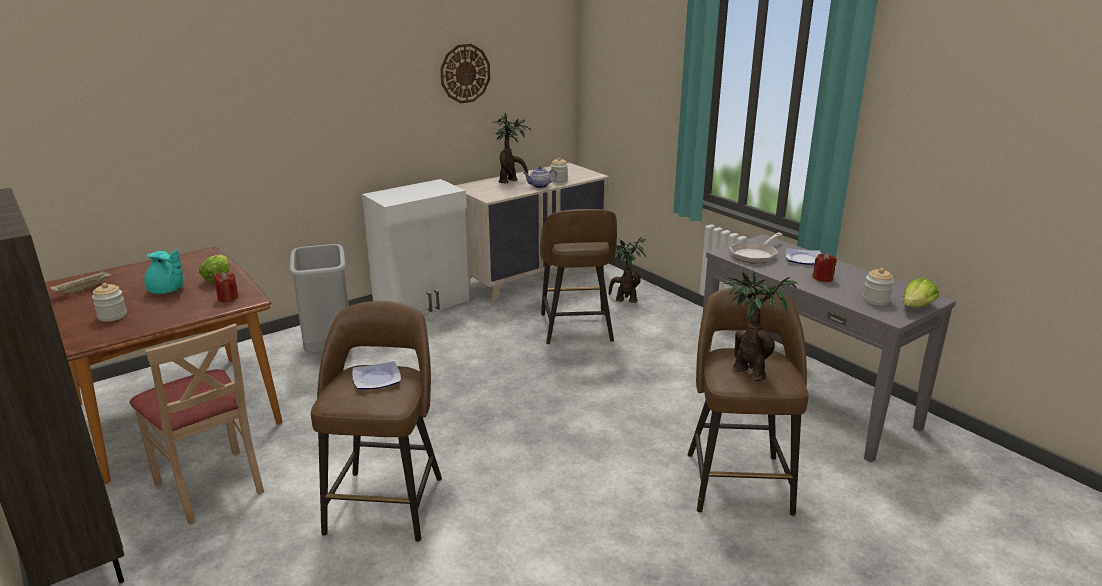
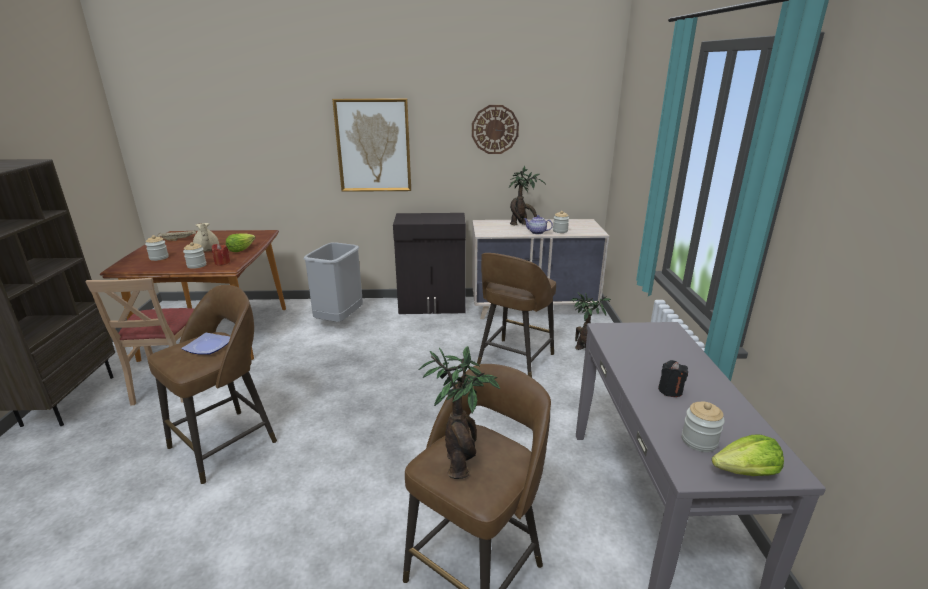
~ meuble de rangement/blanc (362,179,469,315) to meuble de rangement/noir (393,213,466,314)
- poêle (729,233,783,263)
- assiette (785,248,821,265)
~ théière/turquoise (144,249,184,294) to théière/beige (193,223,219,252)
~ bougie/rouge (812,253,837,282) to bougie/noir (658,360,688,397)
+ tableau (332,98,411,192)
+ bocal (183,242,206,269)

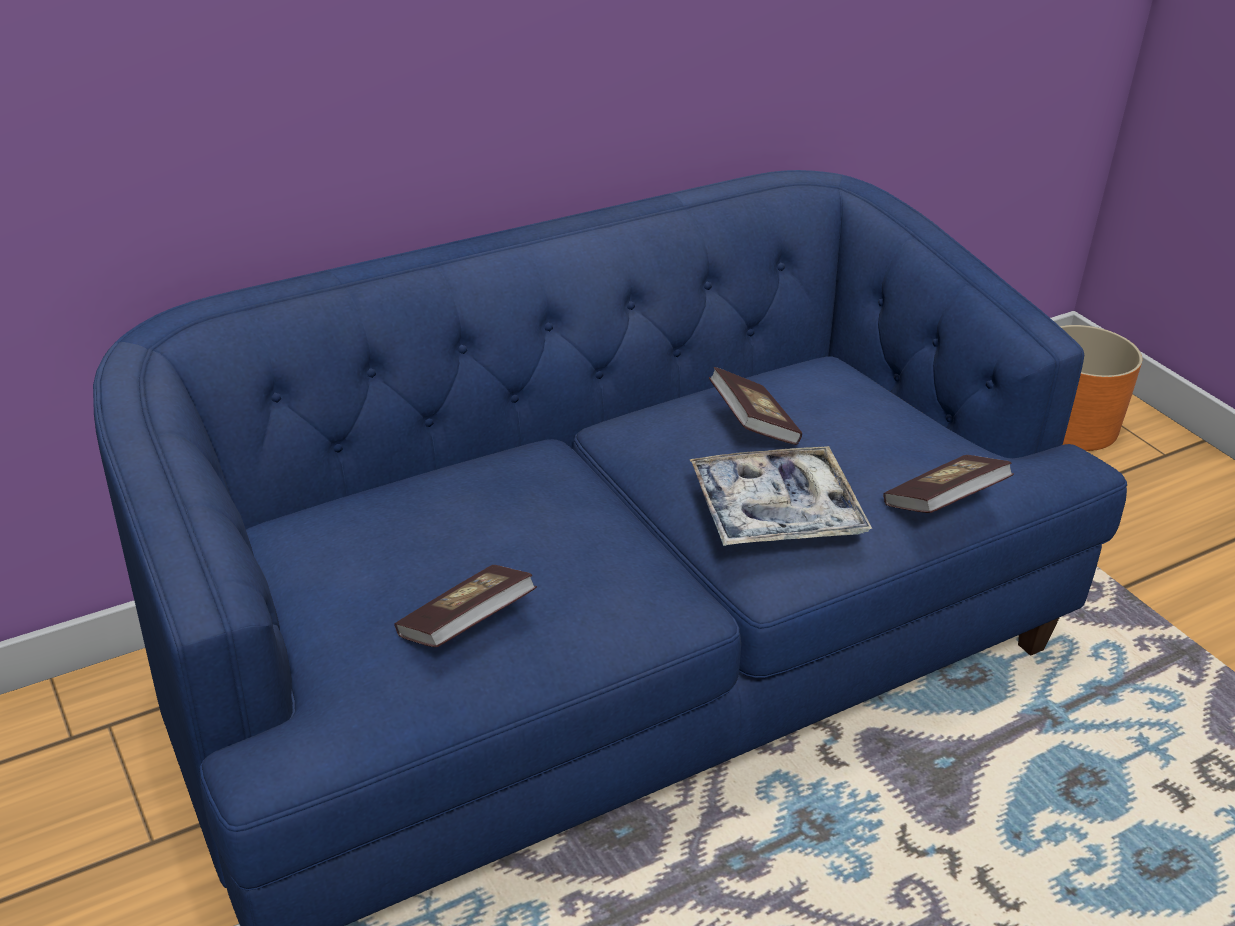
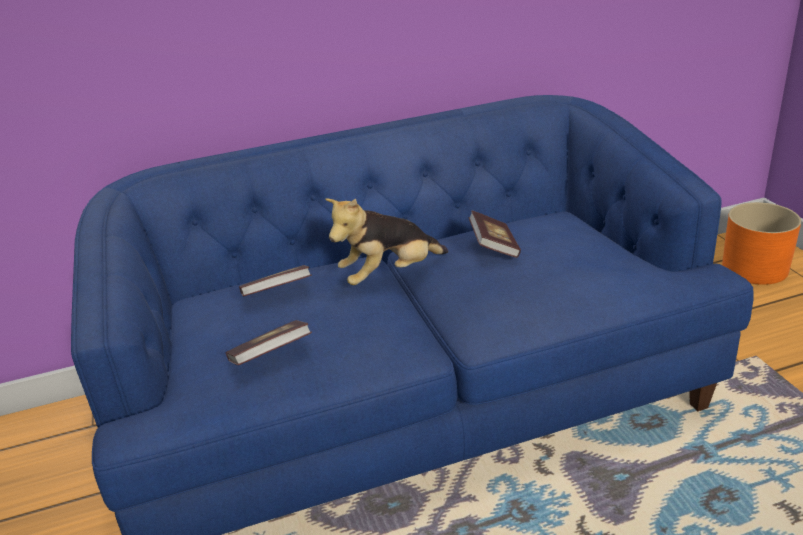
- plateau (689,446,872,546)
~ livre (883,455,1014,513) to (239,265,312,296)
+ peluche (325,198,449,285)

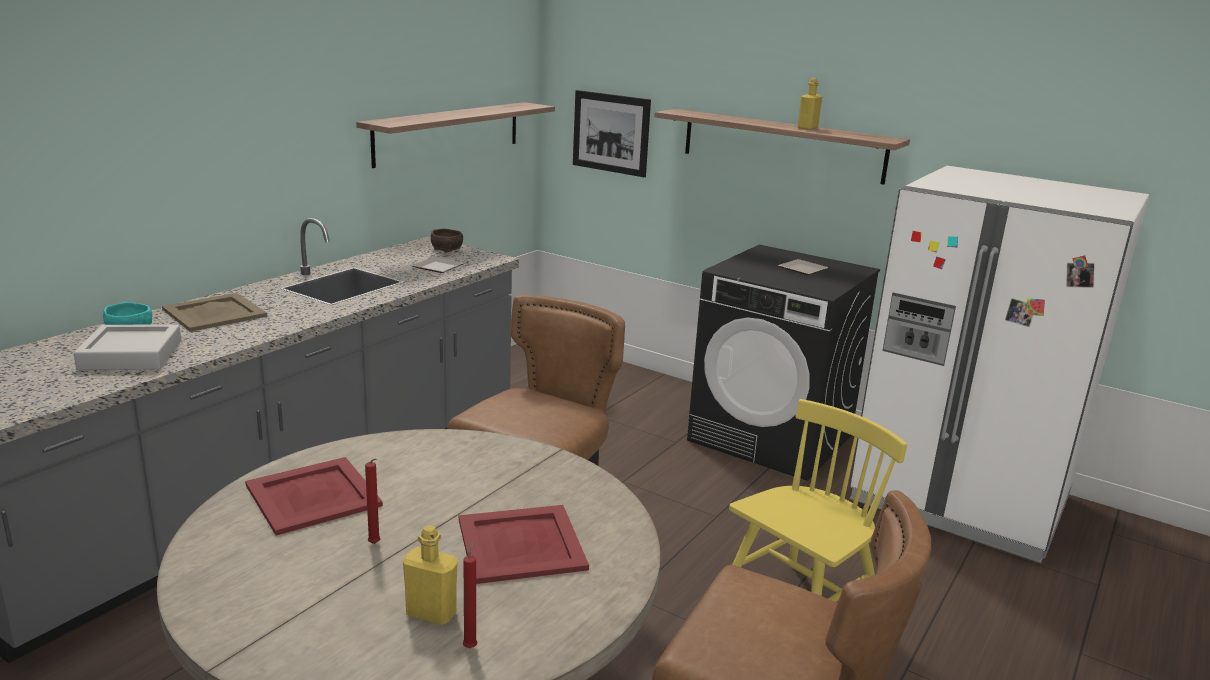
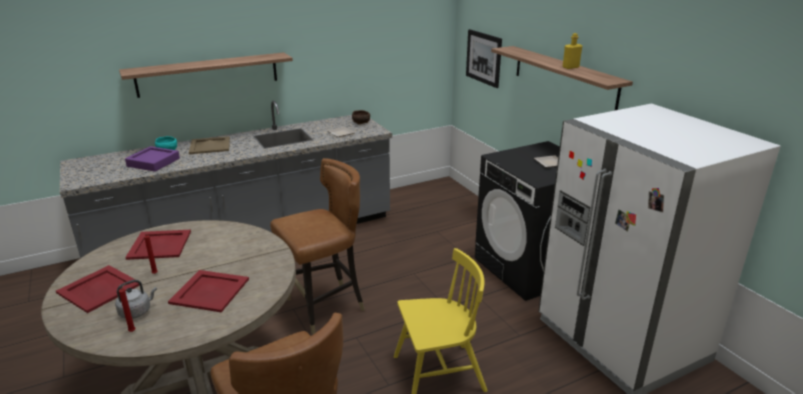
~ étagère (356,102,555,168) to (119,52,293,98)
~ plateau/gris (74,324,181,370) to plateau/violet (125,146,180,172)
~ bouteille/jaune (403,525,458,625) to bouilloire/gris (115,280,157,319)
+ plateau/rouge (56,265,140,313)

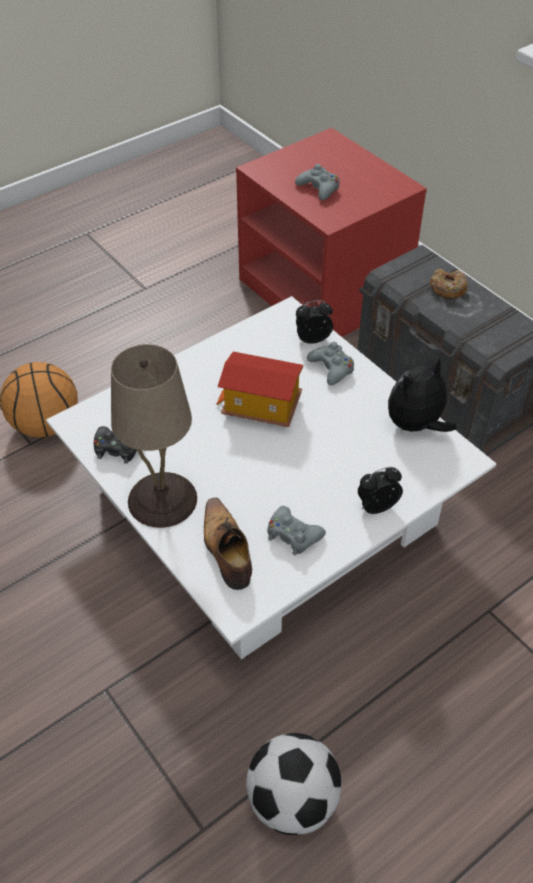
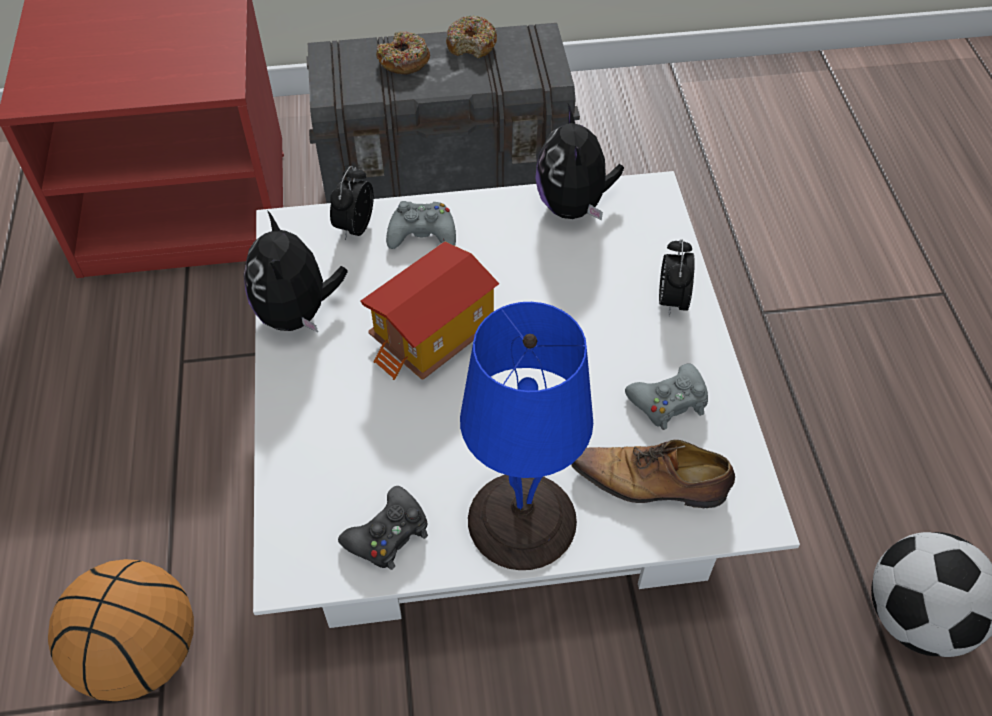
- manette/gris (295,164,340,200)
~ lampe de table/beige (111,344,197,528) to lampe de table/bleu (460,302,593,570)
+ beignet (446,15,497,58)
+ peluche (244,210,348,332)

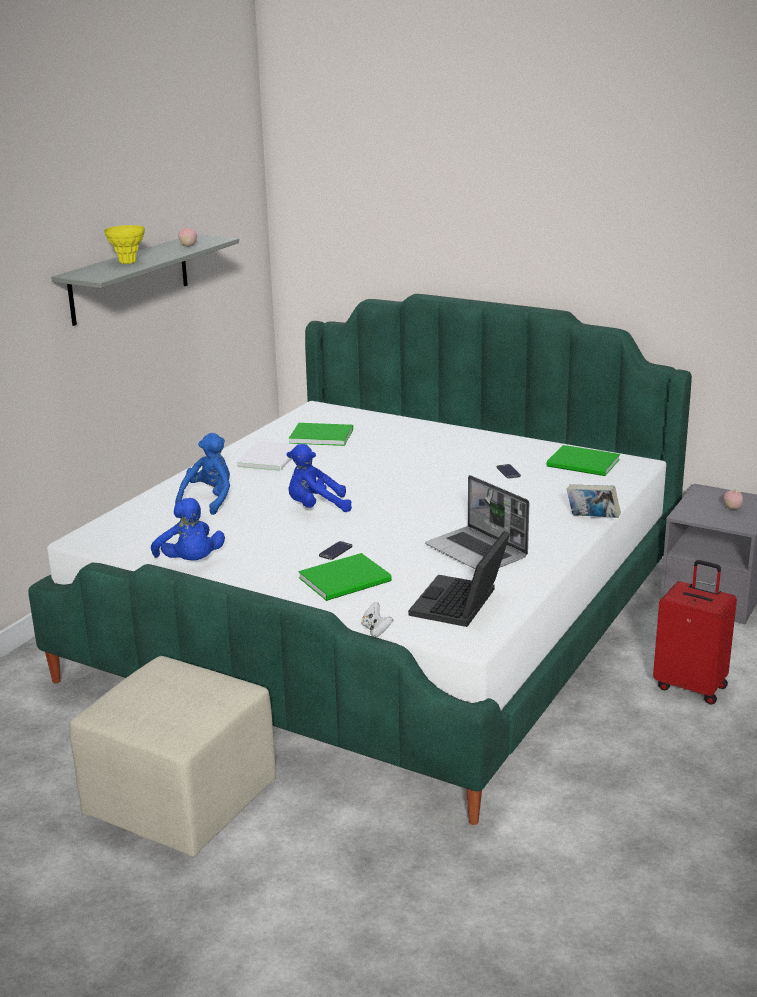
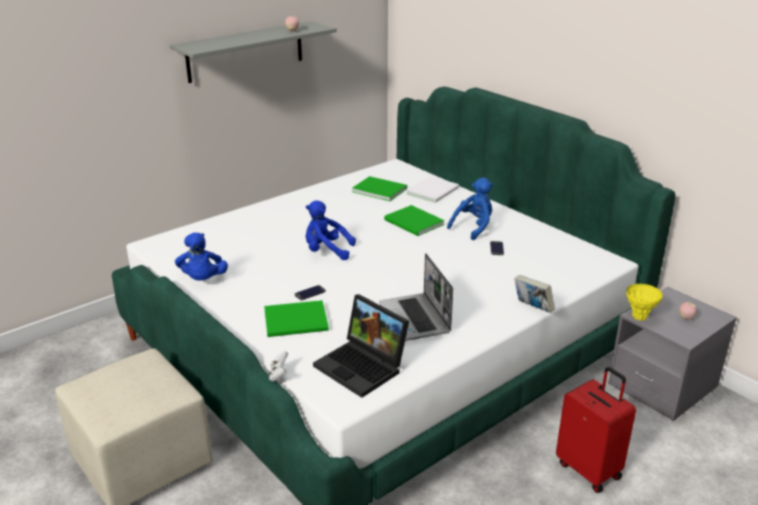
~ vase/jaune (104,225,145,264) to (626,284,663,321)
~ peluche/bleu (175,433,230,515) to (447,177,493,240)
~ livre/blanc (236,441,298,471) to (406,176,459,203)
~ livre/vert (547,445,620,476) to (384,205,445,236)
~ ordinateur portable (408,531,510,627) = (313,294,409,398) 90 degrees counterclockwise

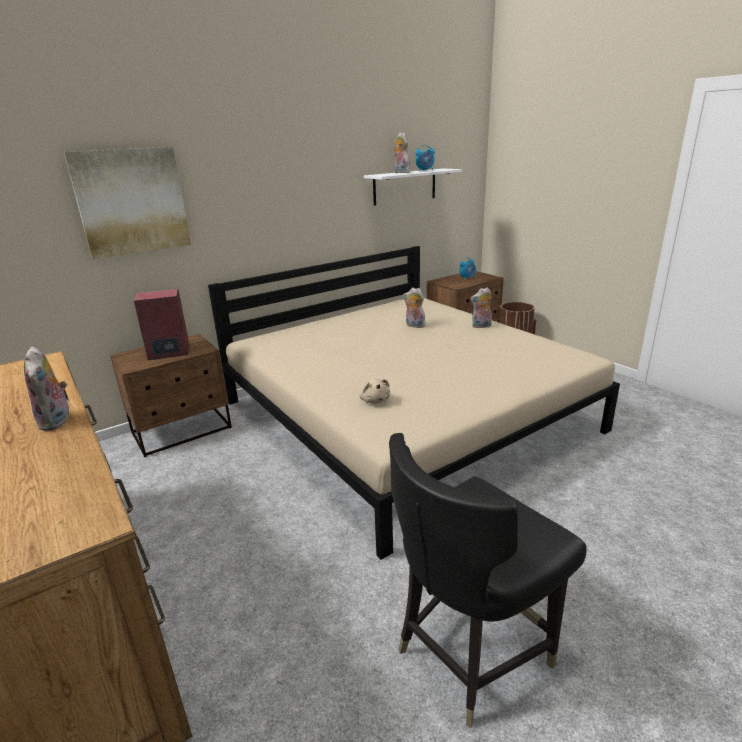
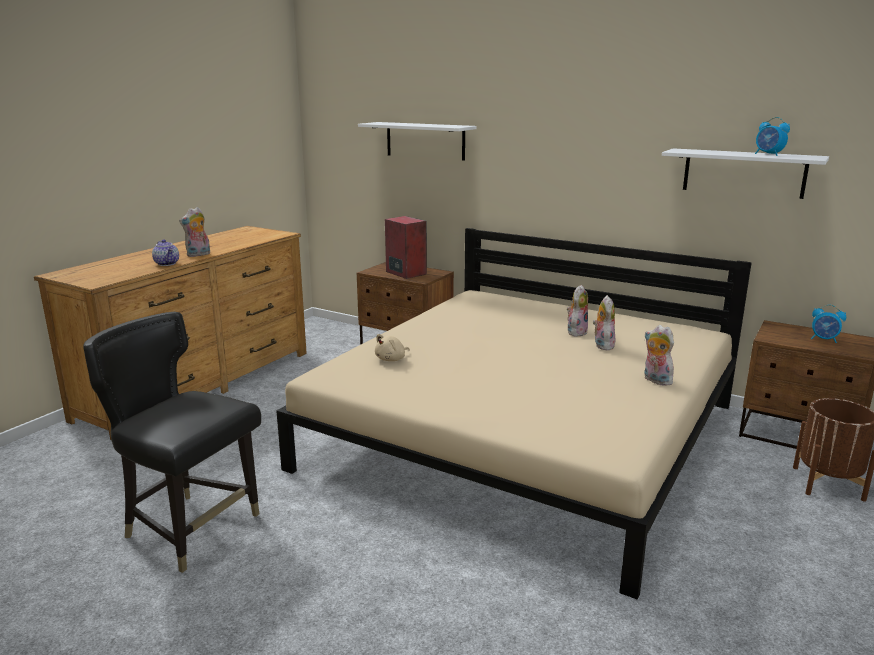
~ peluche (394,132,411,173) to (567,285,588,337)
~ tableau (64,147,191,259) to étagère/blanc (358,122,477,161)
+ théière (152,240,179,266)

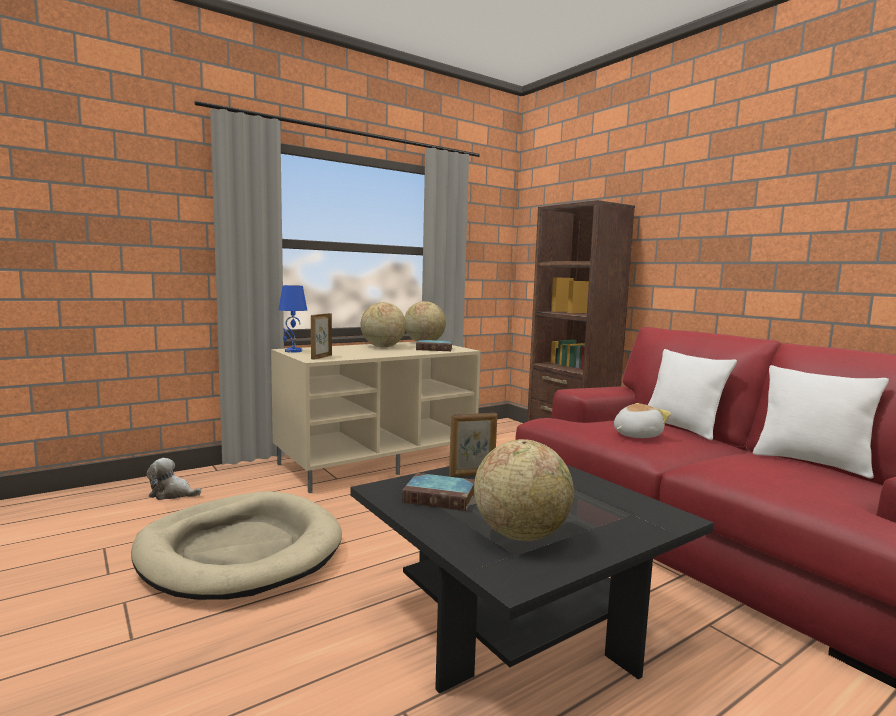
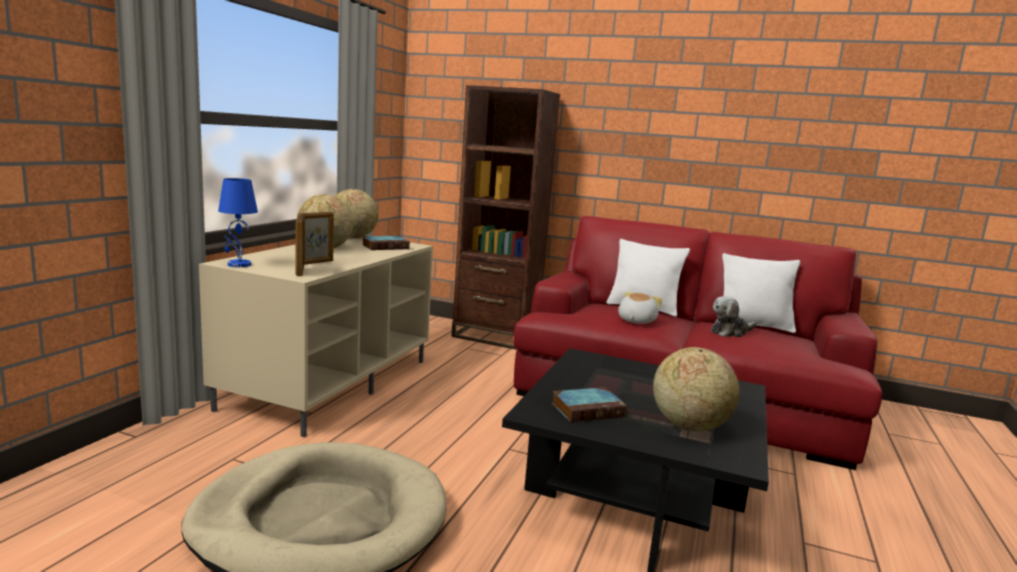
~ cadre photo (449,413,497,477) to (298,212,334,264)
~ peluche (146,458,201,500) to (711,296,756,337)

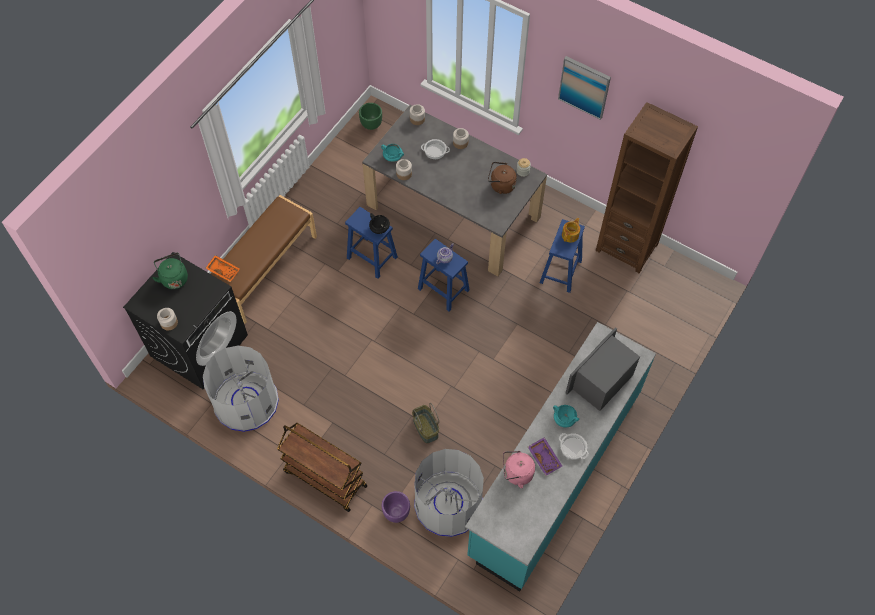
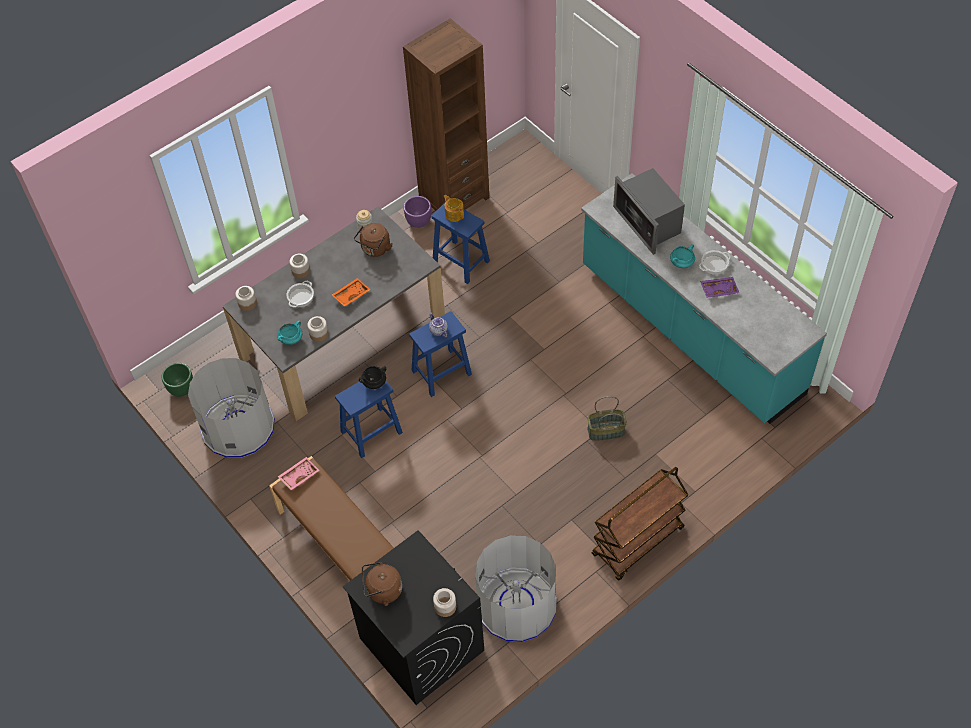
- tableau (558,56,611,120)
~ bouilloire/vert (152,253,188,289) to bouilloire/marron (362,562,402,606)
~ plateau/orange (206,255,240,282) to (332,278,371,307)
~ poubelle/gris (414,449,484,537) to (188,358,275,458)
- bouilloire/rose (503,451,535,488)
~ cache-pot/violet (382,491,410,523) to (404,196,431,228)
+ plateau/rose (278,457,320,490)

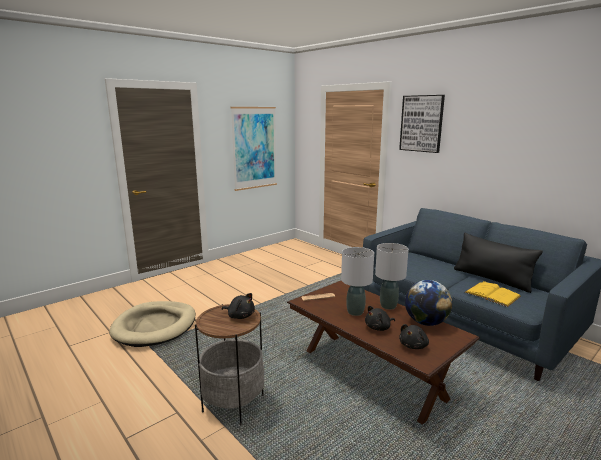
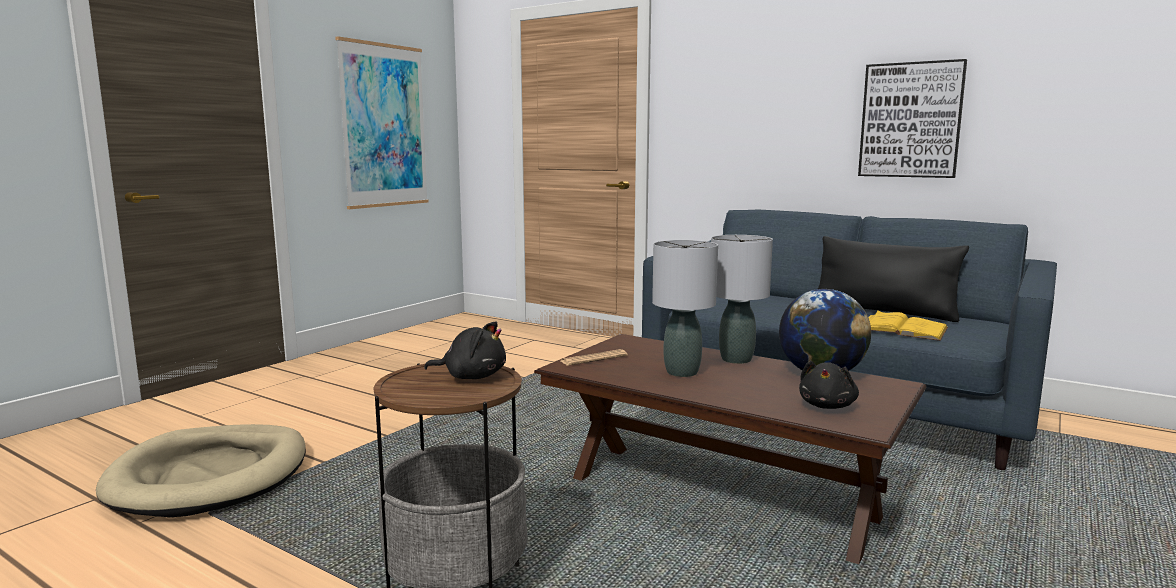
~ tableau (399,95,445,153) to (858,59,967,178)
- peluche/noir (365,306,395,331)

